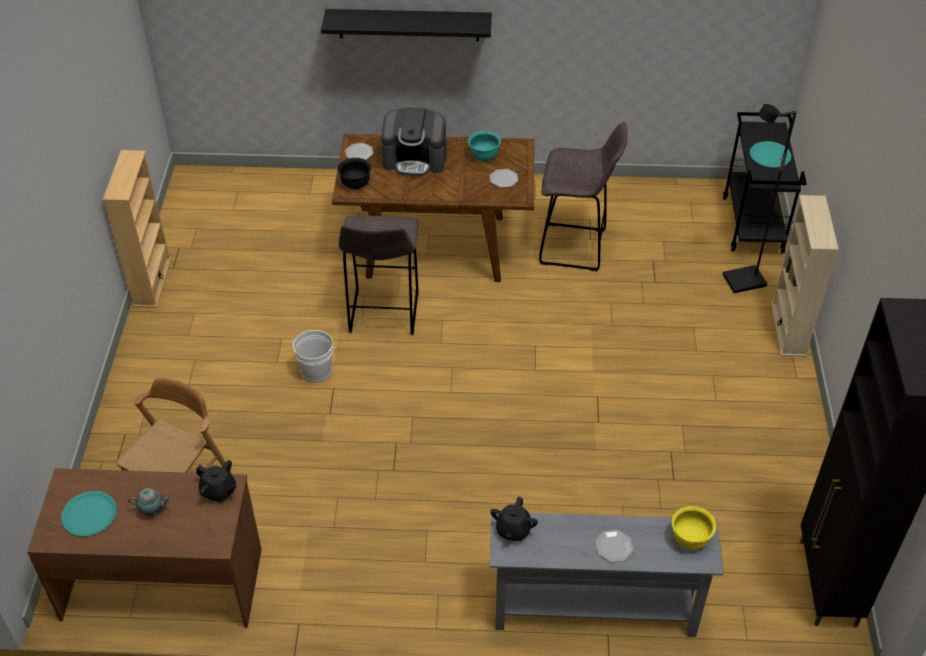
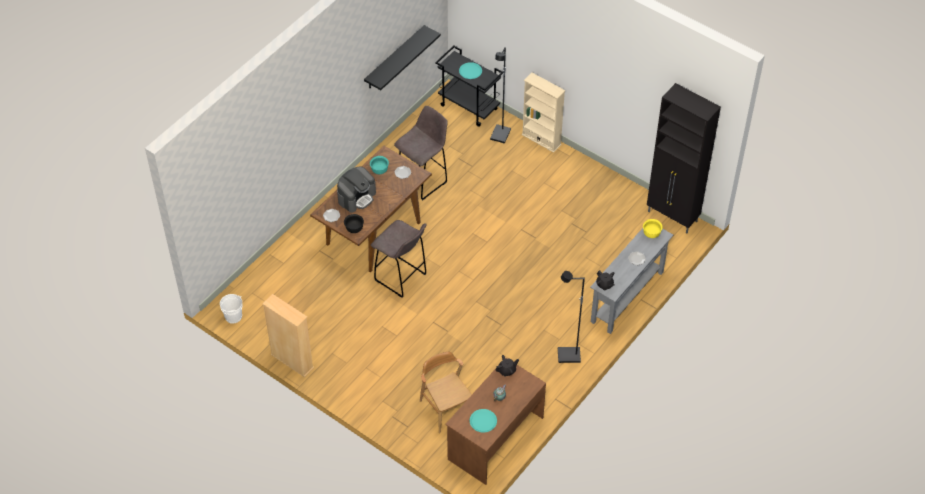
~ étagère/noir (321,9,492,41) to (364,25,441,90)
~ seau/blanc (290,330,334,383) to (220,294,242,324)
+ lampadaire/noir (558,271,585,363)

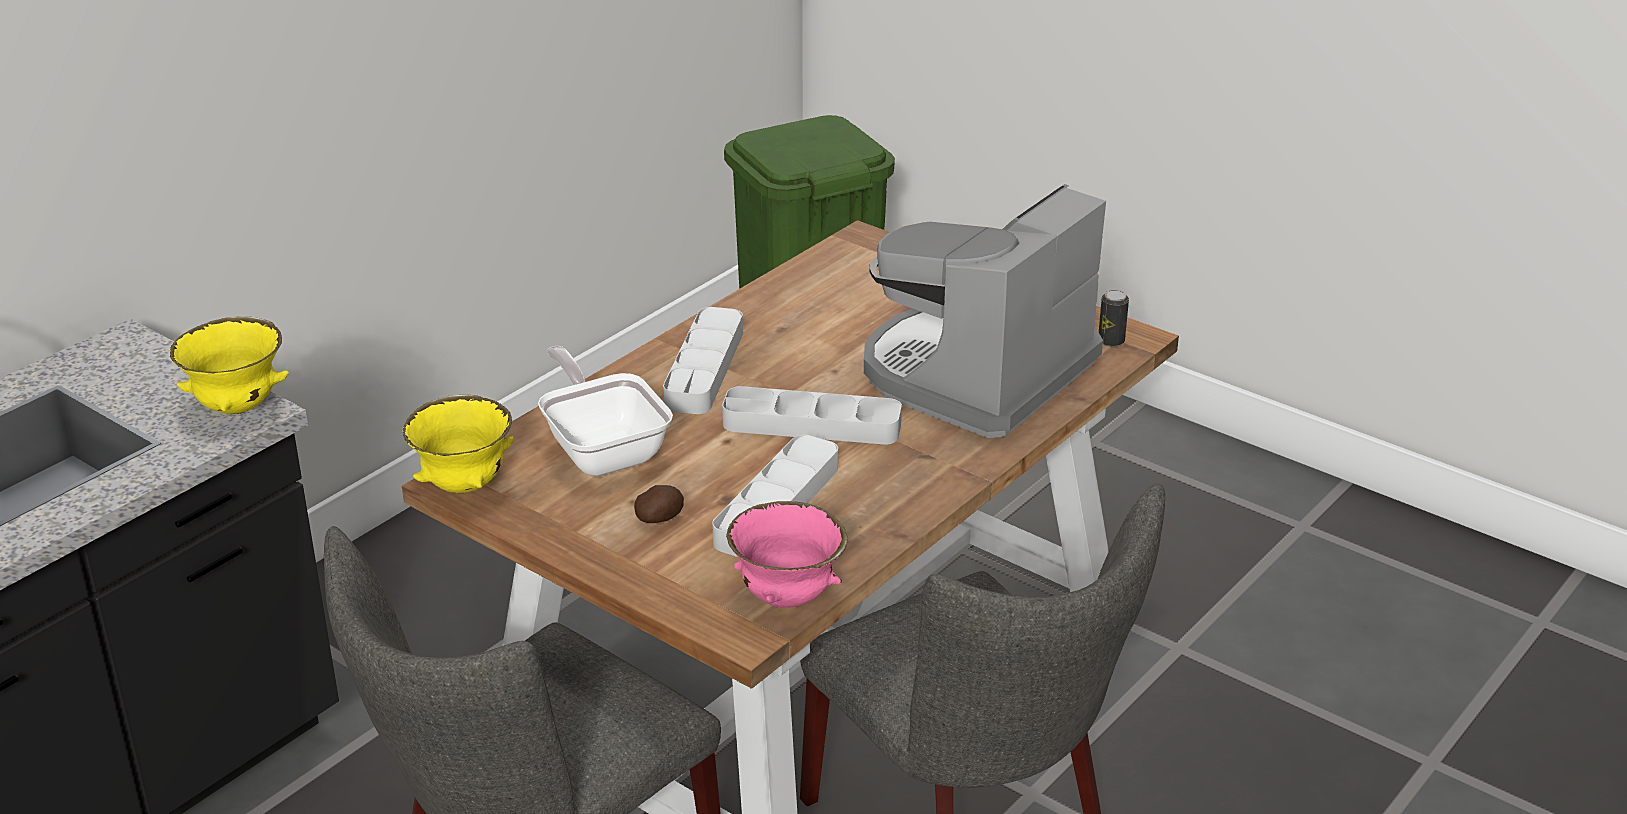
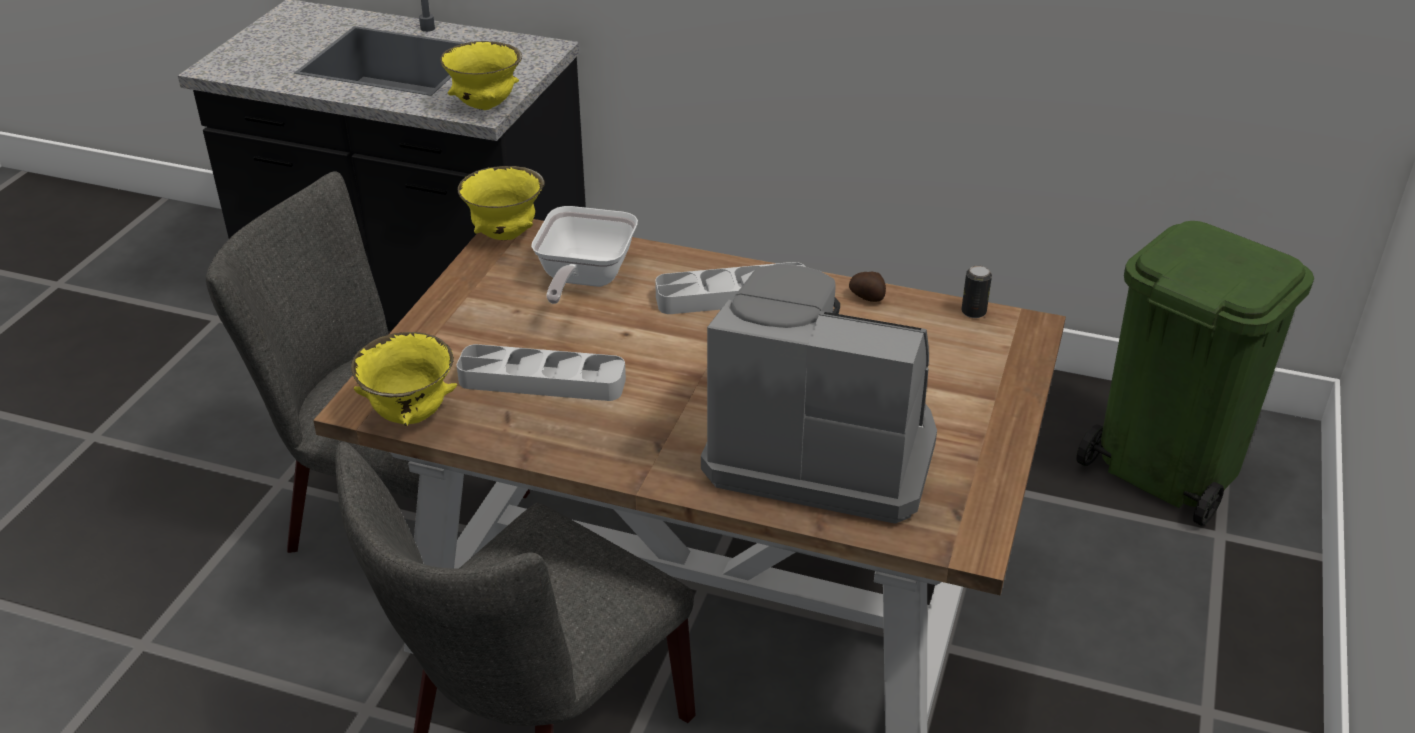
~ boîte métallique (1099,290,1129,347) to (961,265,992,318)
~ poêle (538,346,673,476) = (531,206,638,304) 150 degrees clockwise
- plateau/gris (722,386,902,445)
~ pomme de terre (634,485,684,523) to (849,272,886,302)
~ bol/rose (726,501,848,608) to bol/jaune (351,332,457,426)

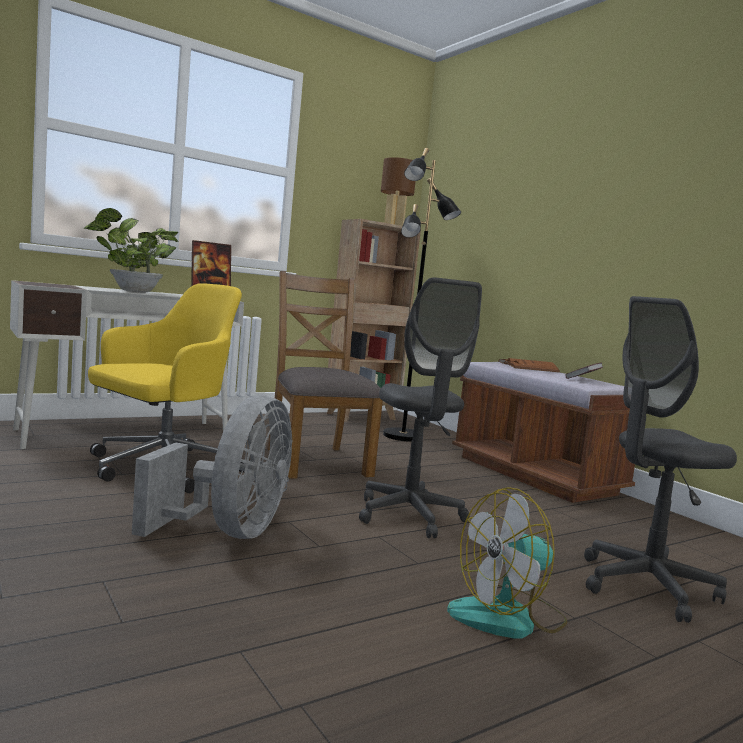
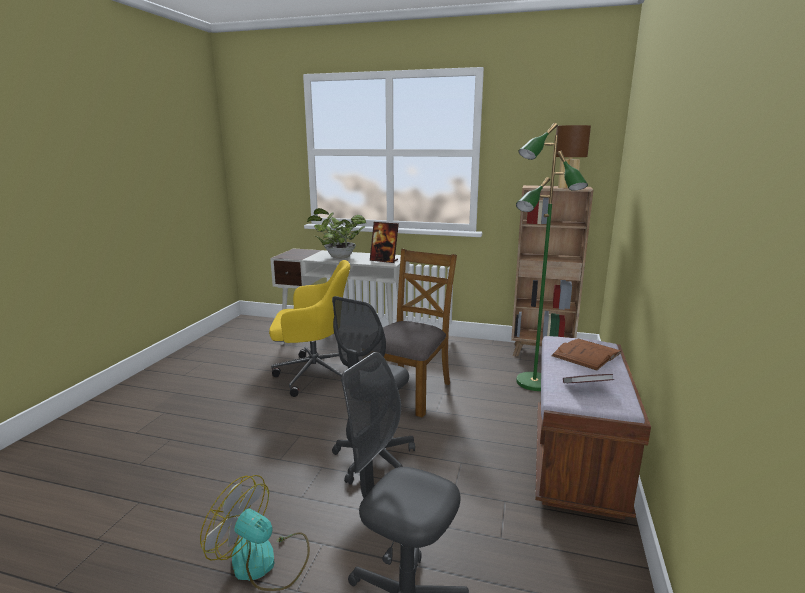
~ lampadaire/noir (383,148,461,442) to lampadaire/vert (516,123,588,391)
- ventilateur/gris (132,395,292,539)

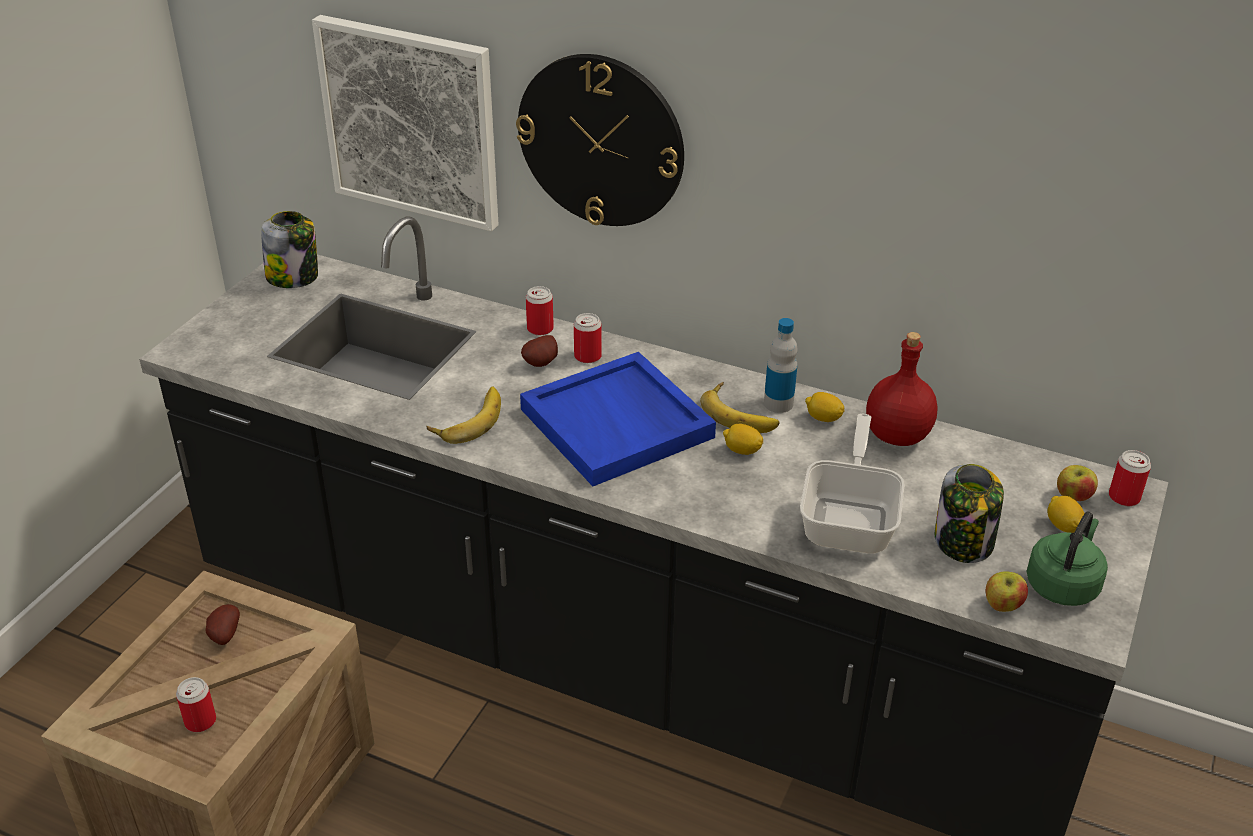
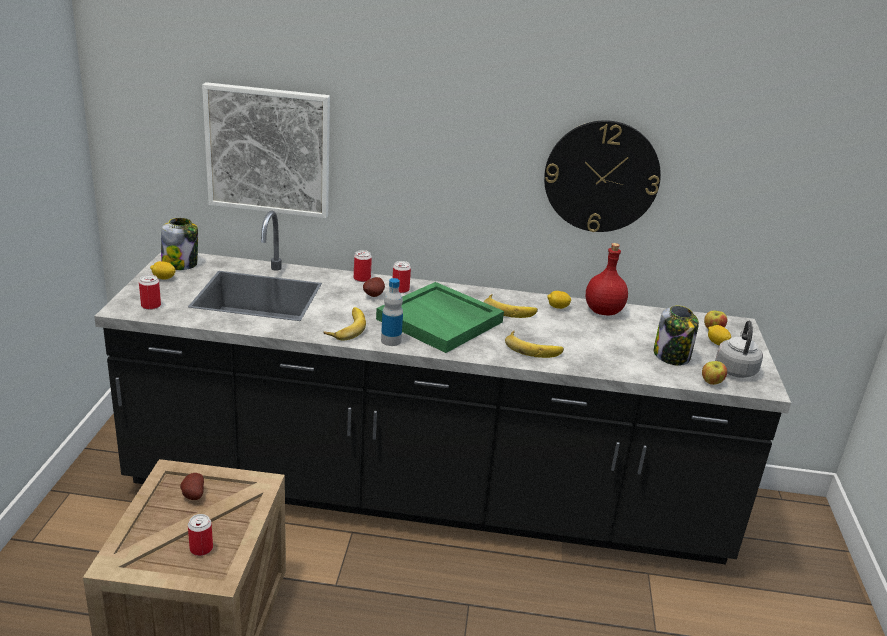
~ horloge murale (516,54,684,226) to (544,120,661,232)
~ bouteille (764,318,798,413) to (381,278,403,346)
~ plateau/bleu (520,352,716,486) to plateau/vert (376,282,504,353)
- poêle (800,414,905,554)
~ citron (723,424,763,455) to (150,261,176,280)
~ boîte métallique (1109,450,1151,506) to (139,275,161,310)
~ bouilloire/vert (1027,512,1108,606) to bouilloire/gris (715,321,763,378)
+ banane (505,330,564,358)

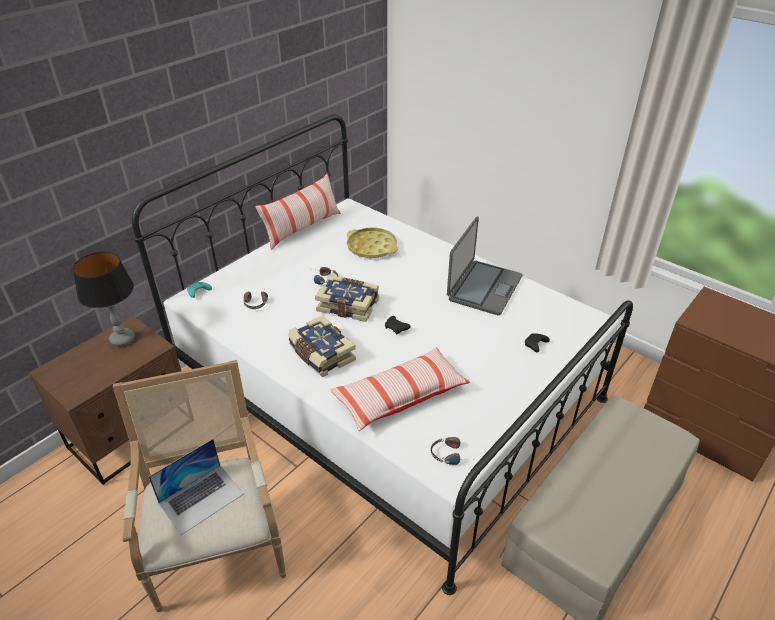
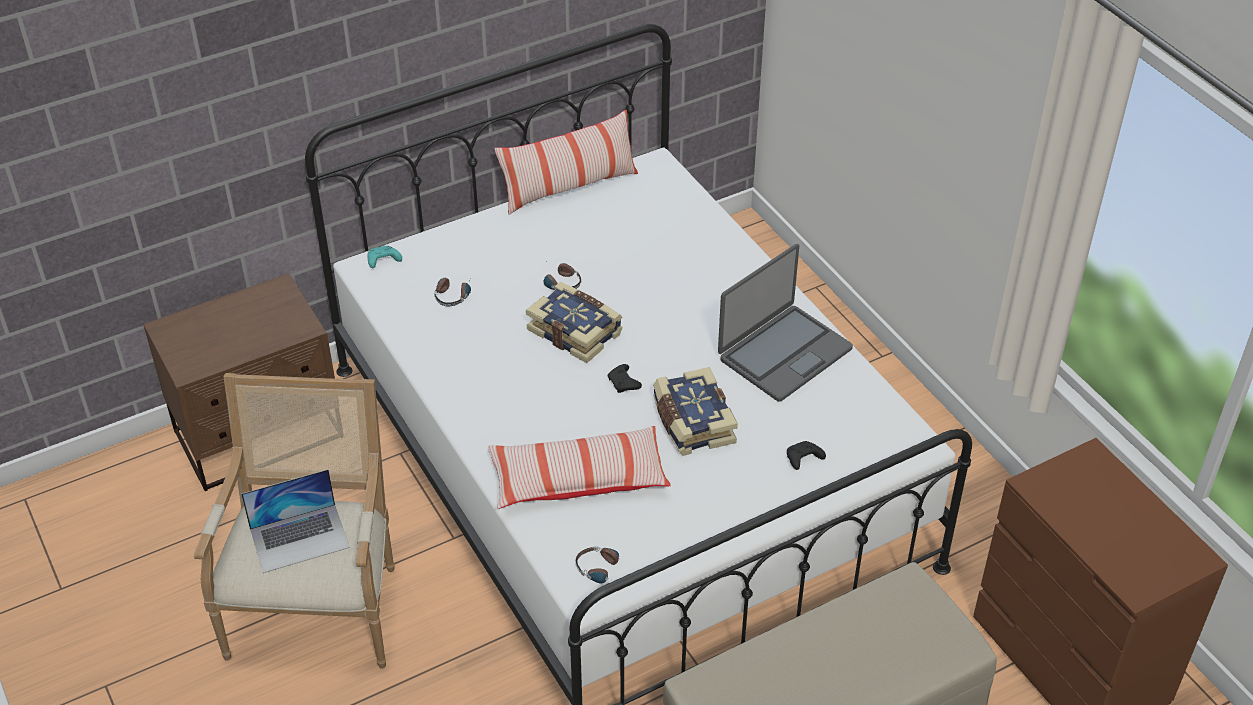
- plateau/jaune (346,227,398,258)
- lampe de table (73,252,135,346)
~ livre (288,315,356,377) to (653,367,738,456)

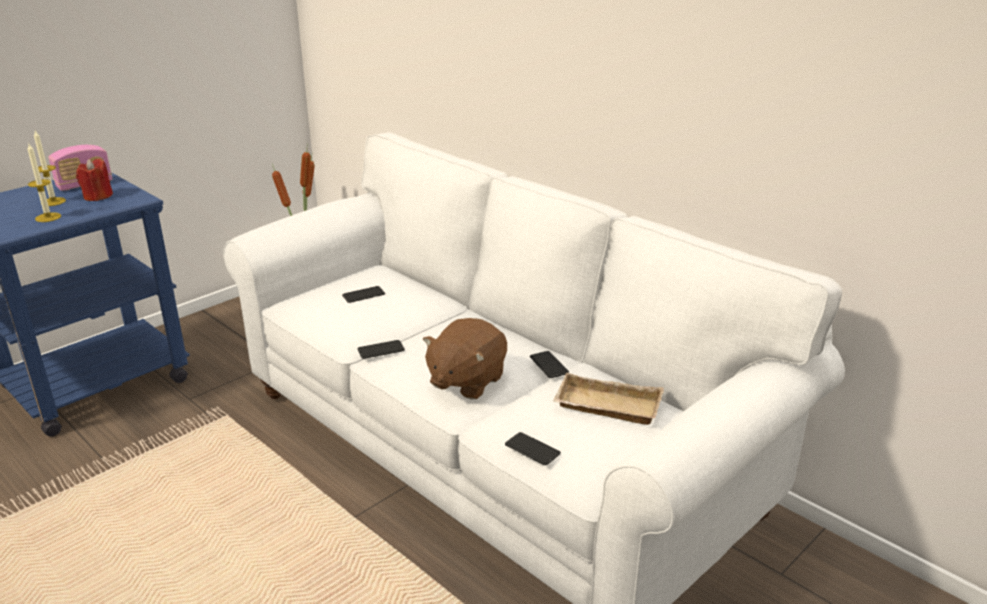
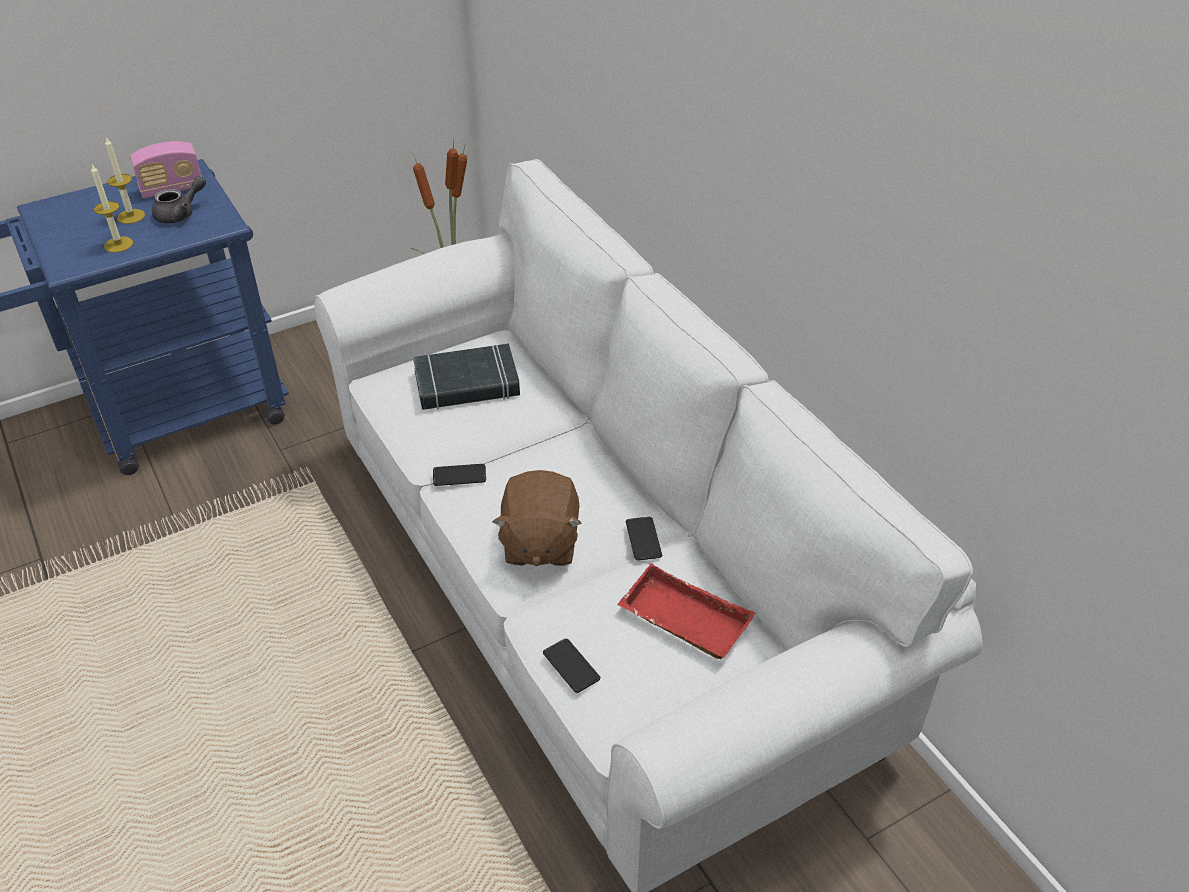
~ bougie/rouge (76,159,113,201) to théière/gris (152,176,206,223)
~ téléphone (342,286,385,303) to livre/noir (413,344,520,410)
~ peluche/marron (423,318,507,400) = (493,470,581,566) 45 degrees counterclockwise
~ plateau/beige (553,373,664,425) to plateau/rouge (618,563,755,659)

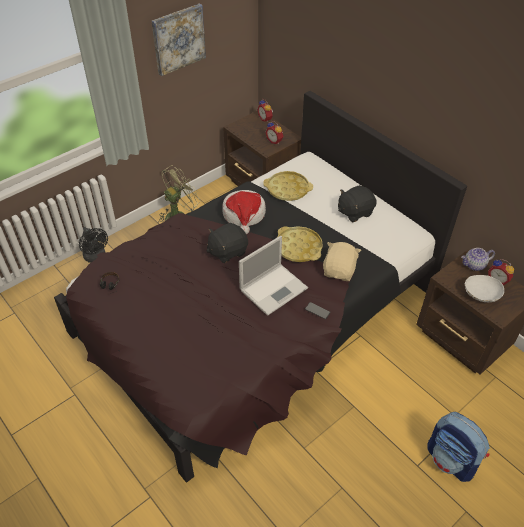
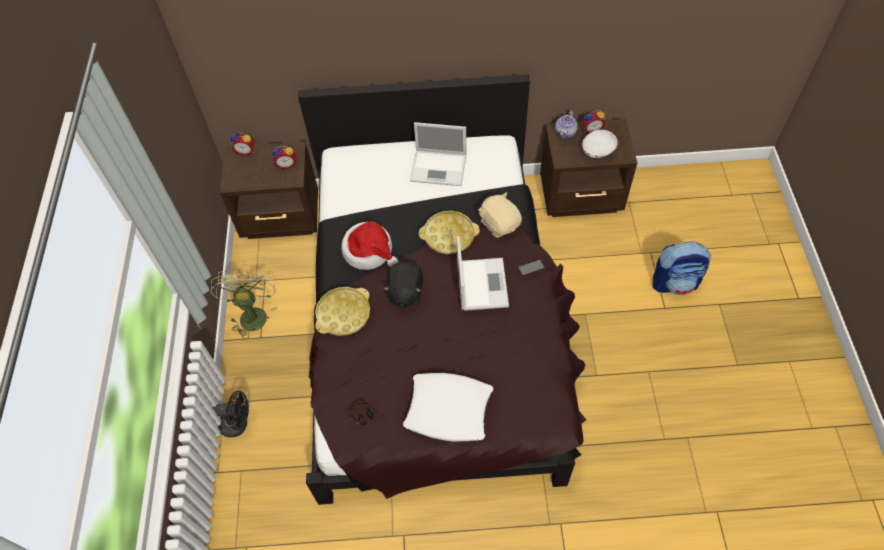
- tableau (152,4,206,76)
~ plateau/jaune (263,171,313,201) to (315,287,370,336)
~ peluche/noir (338,185,377,222) to ordinateur portable (410,122,466,186)
+ coussin/blanc (403,373,493,441)

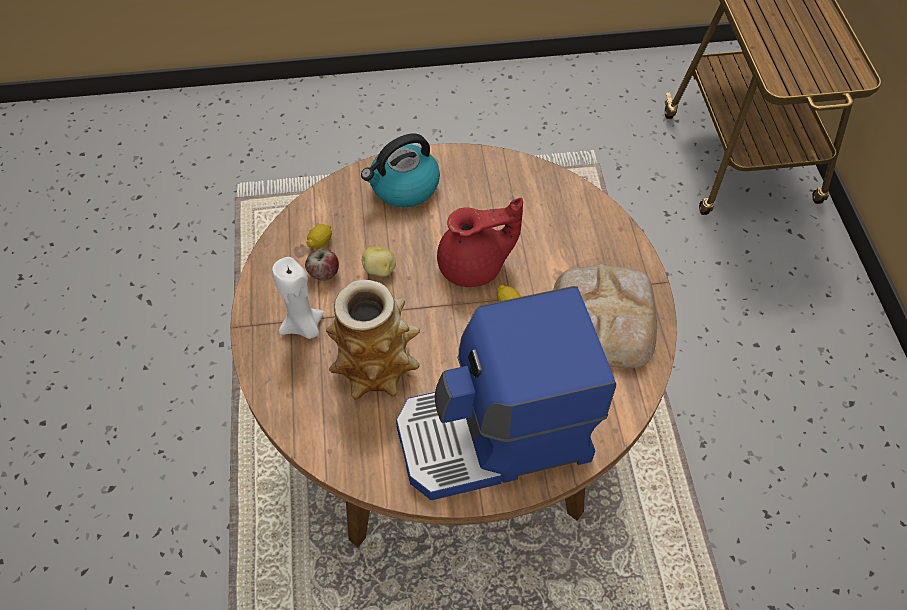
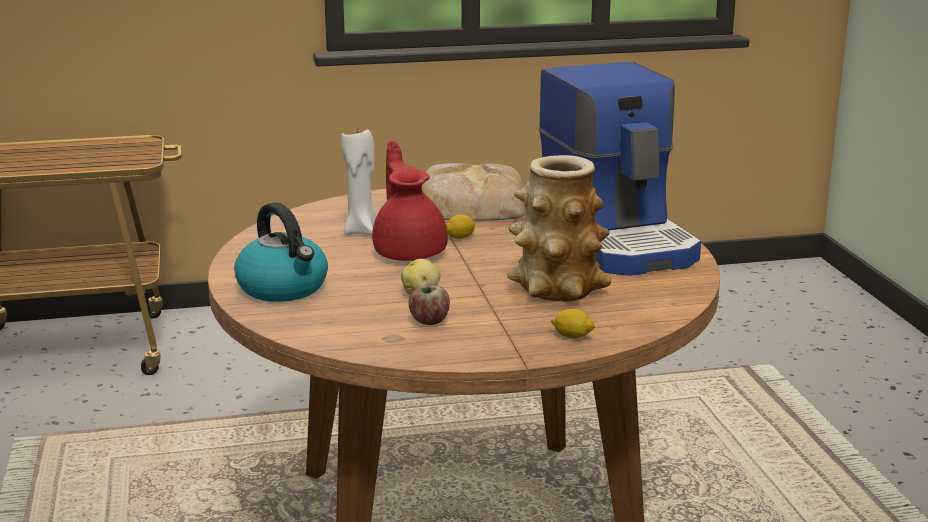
~ citron (306,224,332,248) to (551,309,595,339)
~ bougie/blanc (272,257,324,339) to (341,128,377,235)

